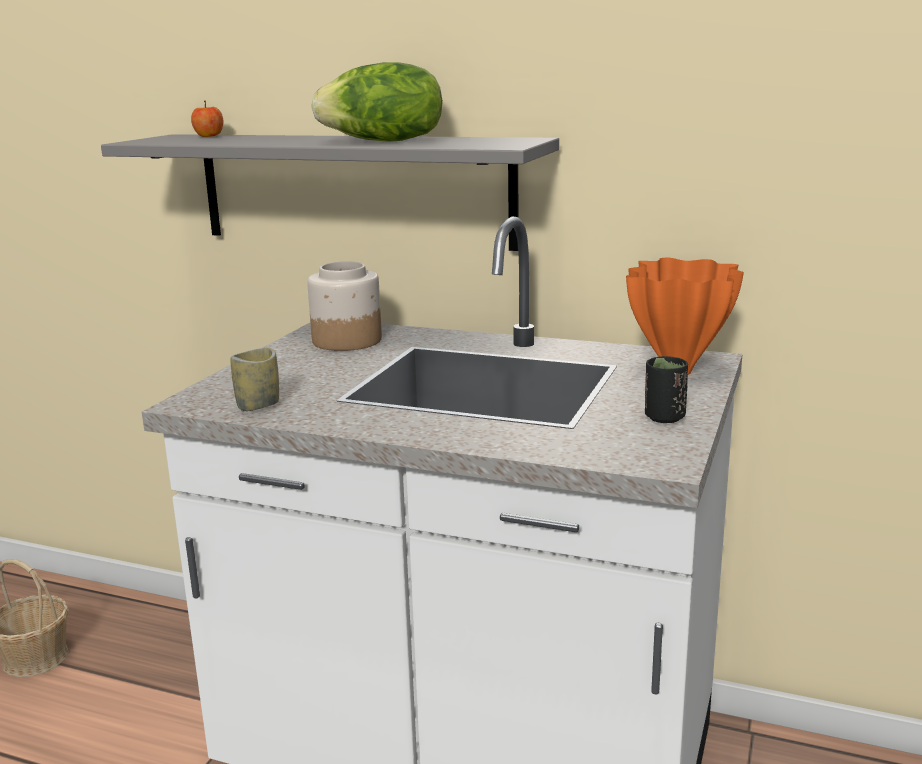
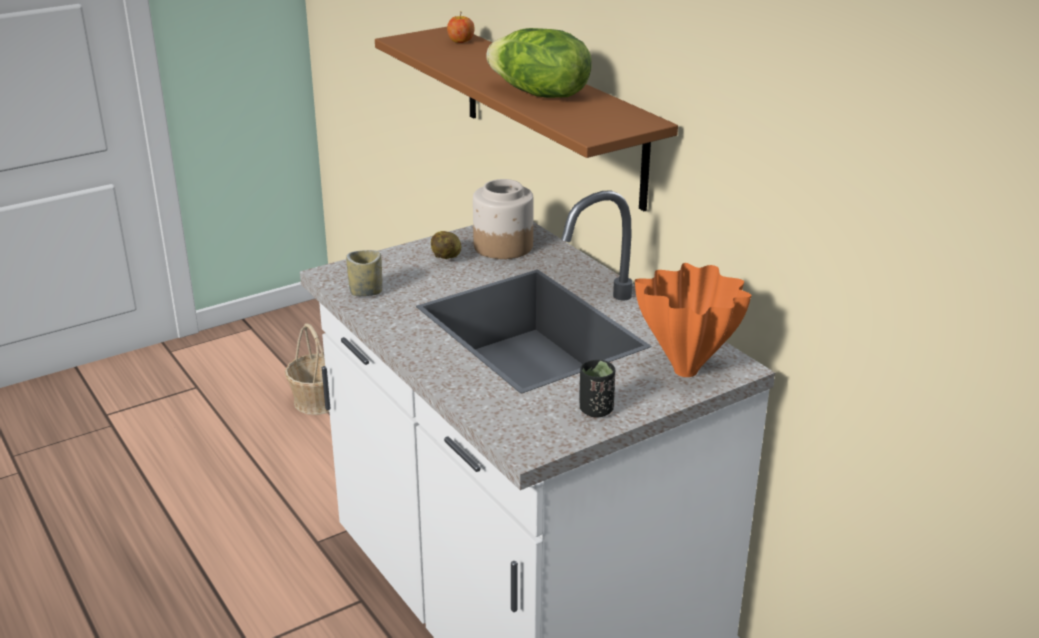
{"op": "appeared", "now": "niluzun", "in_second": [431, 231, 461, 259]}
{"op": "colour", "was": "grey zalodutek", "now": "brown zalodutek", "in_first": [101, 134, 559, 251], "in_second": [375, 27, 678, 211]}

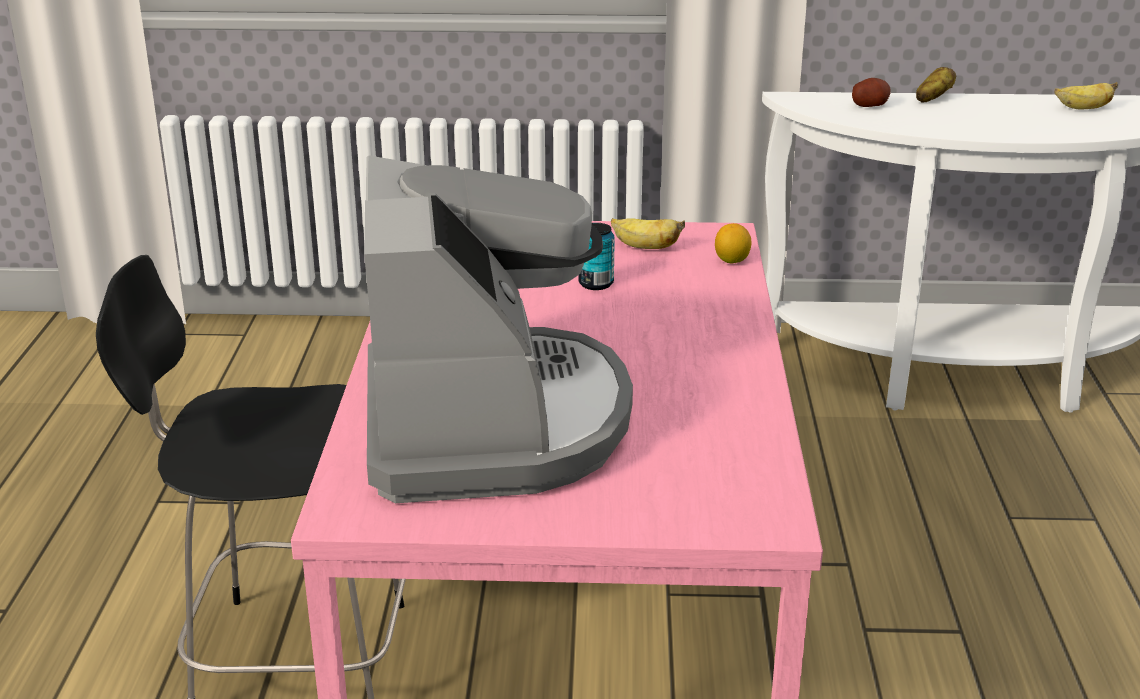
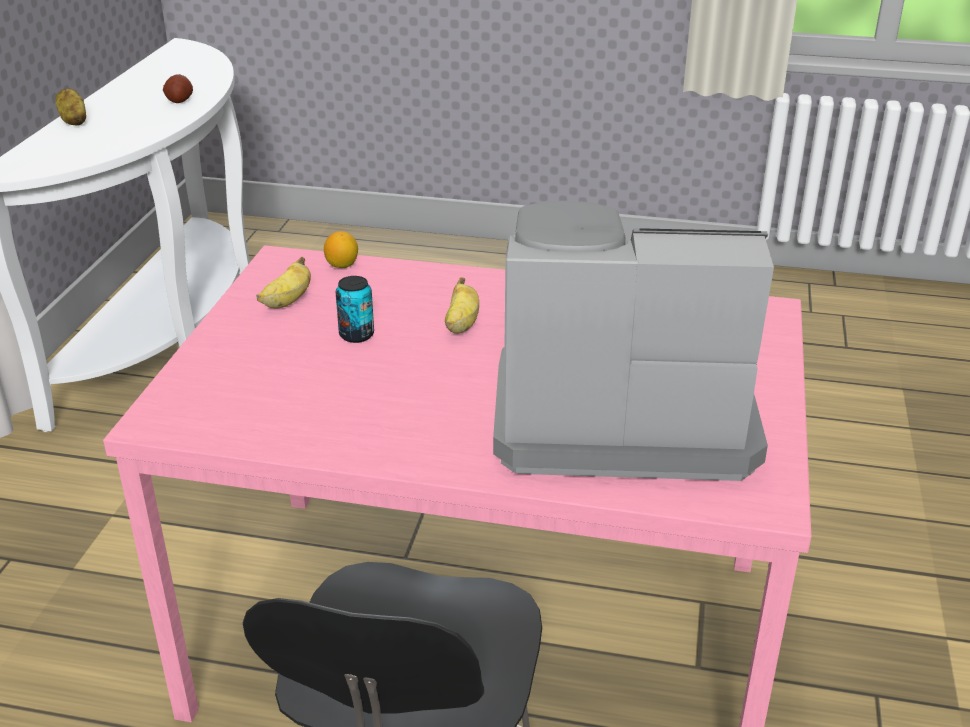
{"op": "relocated", "was": "niluzun", "in_first": [852, 78, 891, 107], "in_second": [163, 74, 193, 103]}
{"op": "relocated", "was": "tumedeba", "in_first": [1054, 82, 1118, 110], "in_second": [445, 277, 479, 334]}

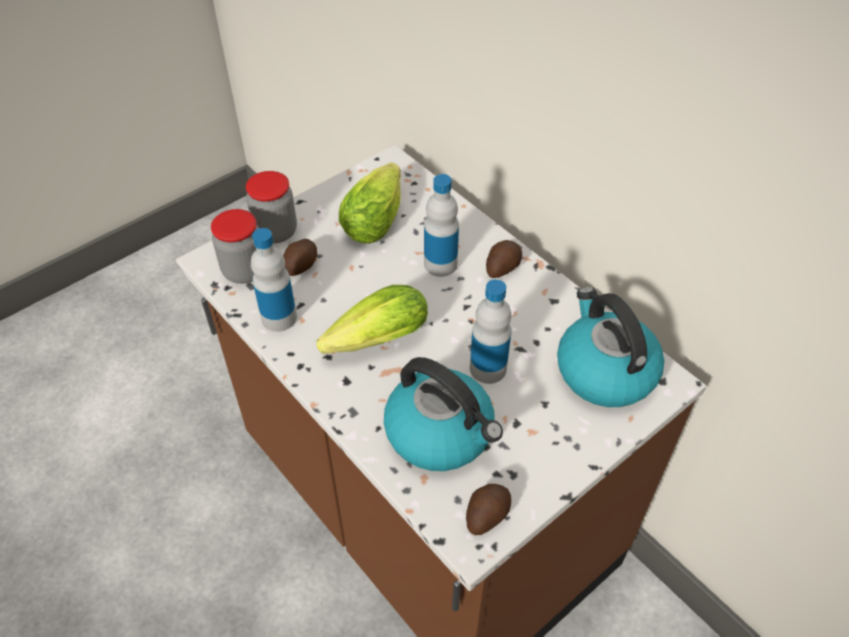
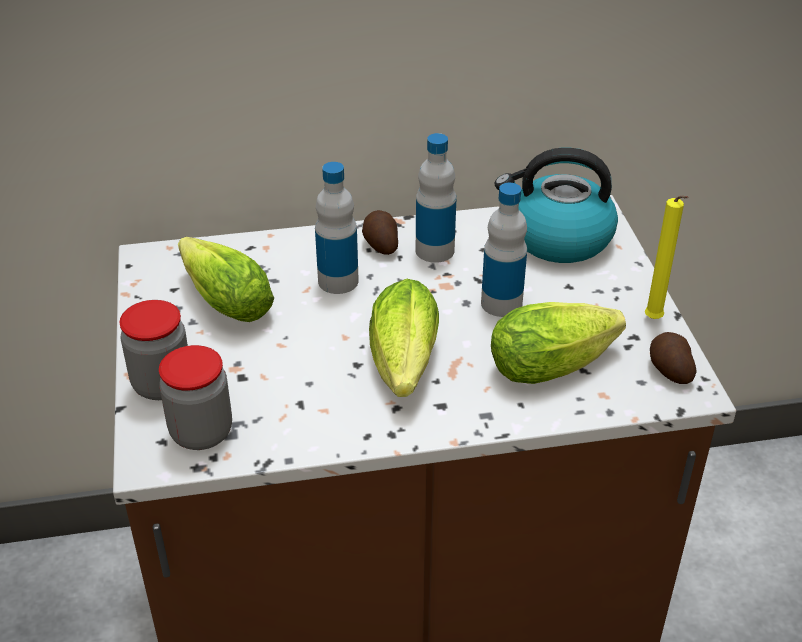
{"op": "missing", "was": "niluzun", "in_first": [283, 239, 317, 276]}
{"op": "appeared", "now": "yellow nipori", "in_second": [645, 195, 689, 319]}
{"op": "relocated", "was": "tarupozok", "in_first": [251, 228, 297, 332], "in_second": [416, 133, 456, 263]}
{"op": "exchanged", "was": "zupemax", "now": "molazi", "in_first": [384, 357, 503, 471], "in_second": [491, 302, 626, 384]}

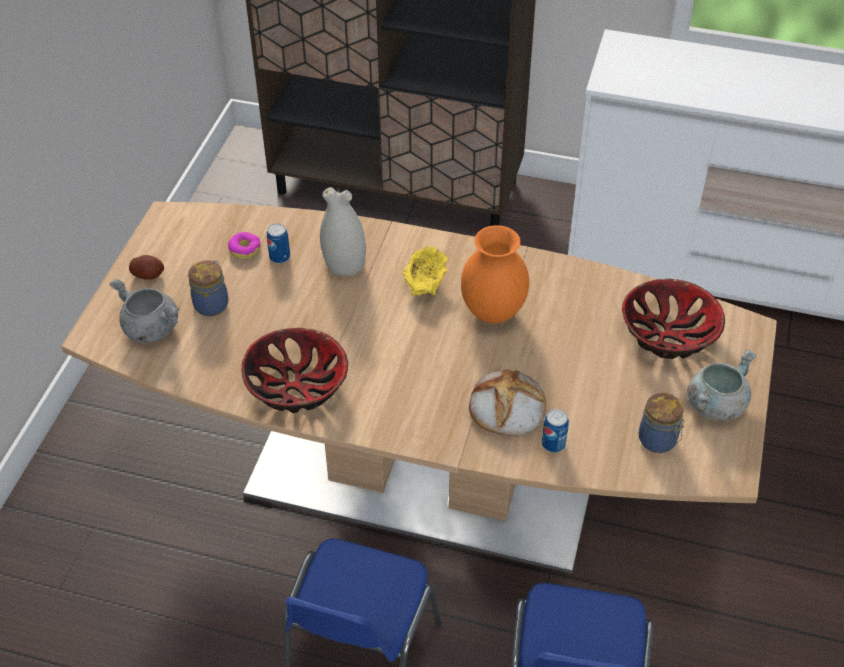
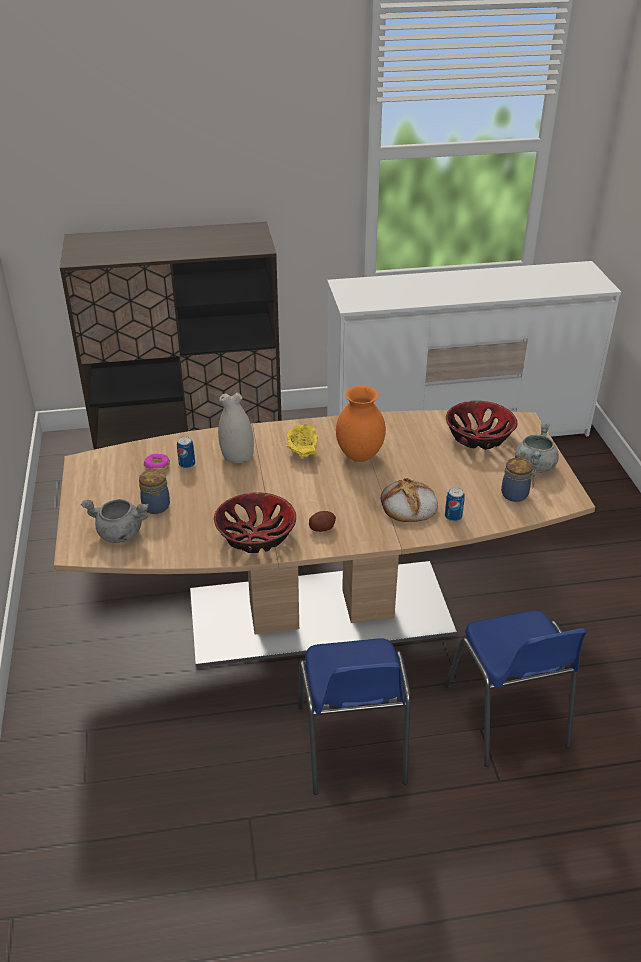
{"op": "relocated", "was": "niluzun", "in_first": [129, 255, 164, 280], "in_second": [309, 511, 336, 532]}

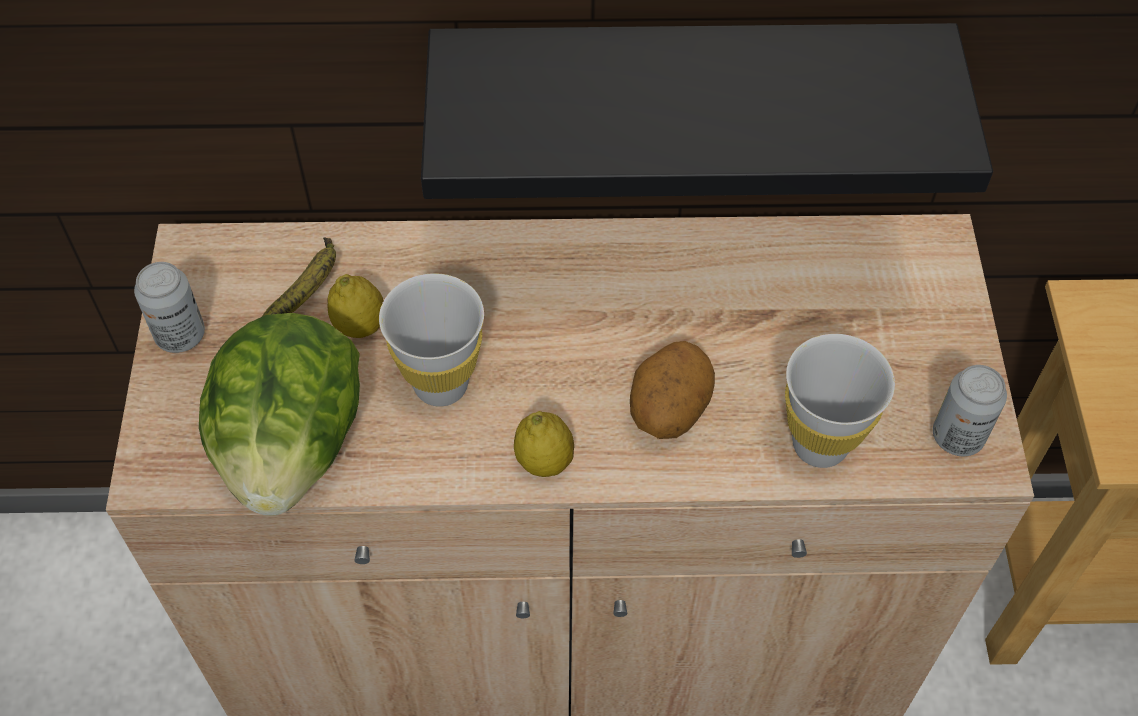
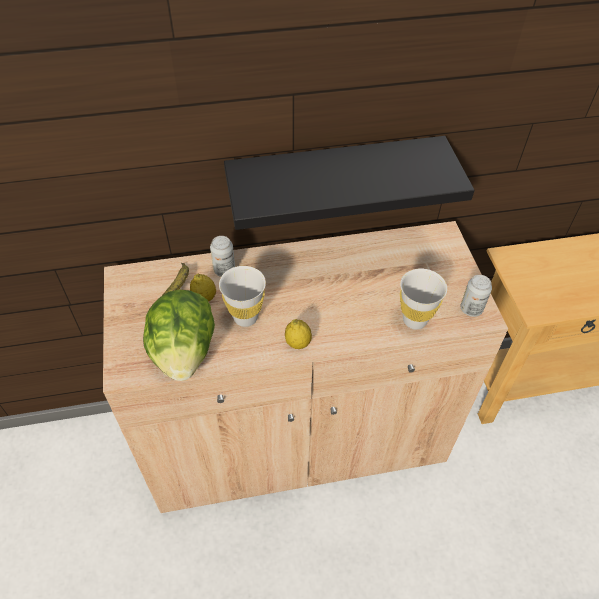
{"op": "missing", "was": "niluzun", "in_first": [630, 341, 715, 439]}
{"op": "relocated", "was": "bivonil", "in_first": [134, 262, 205, 353], "in_second": [210, 236, 235, 277]}

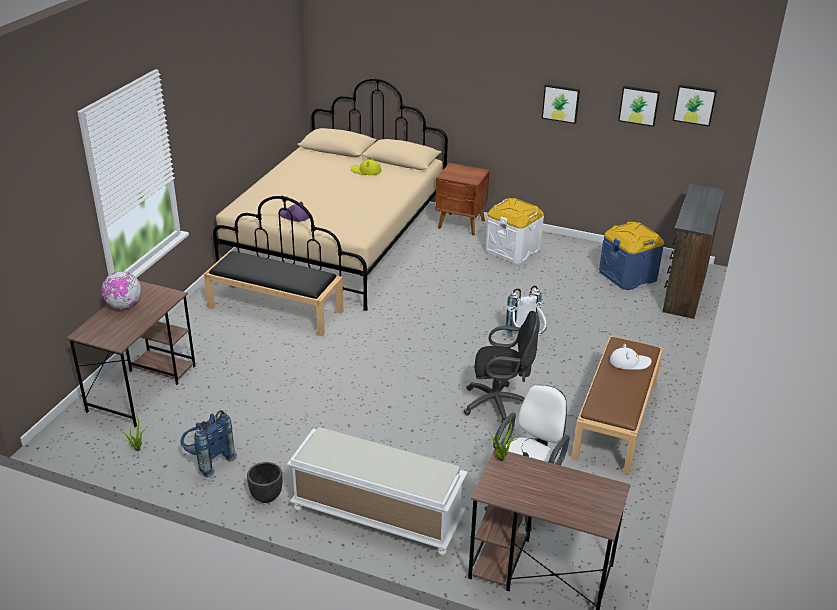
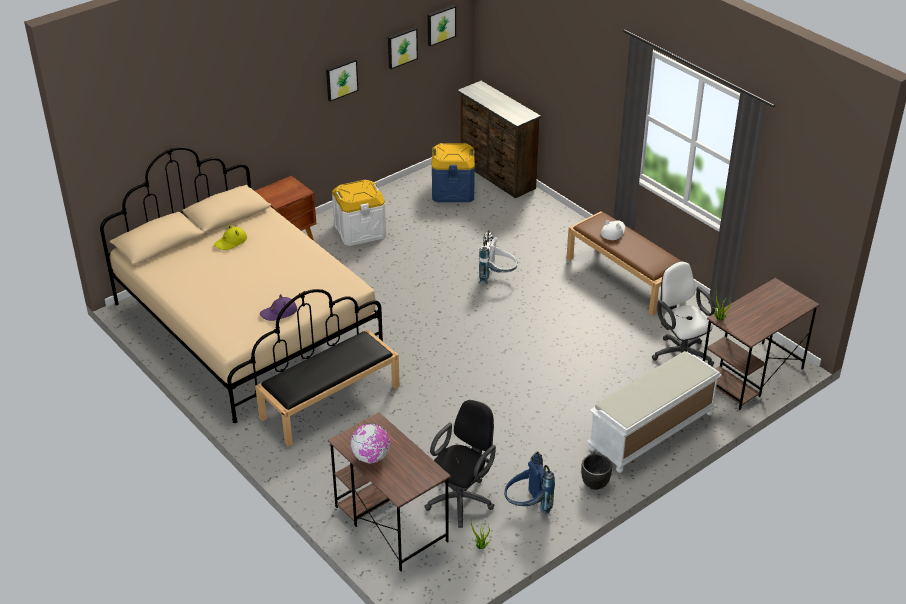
{"op": "relocated", "was": "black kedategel", "in_first": [463, 311, 540, 422], "in_second": [424, 400, 496, 528]}

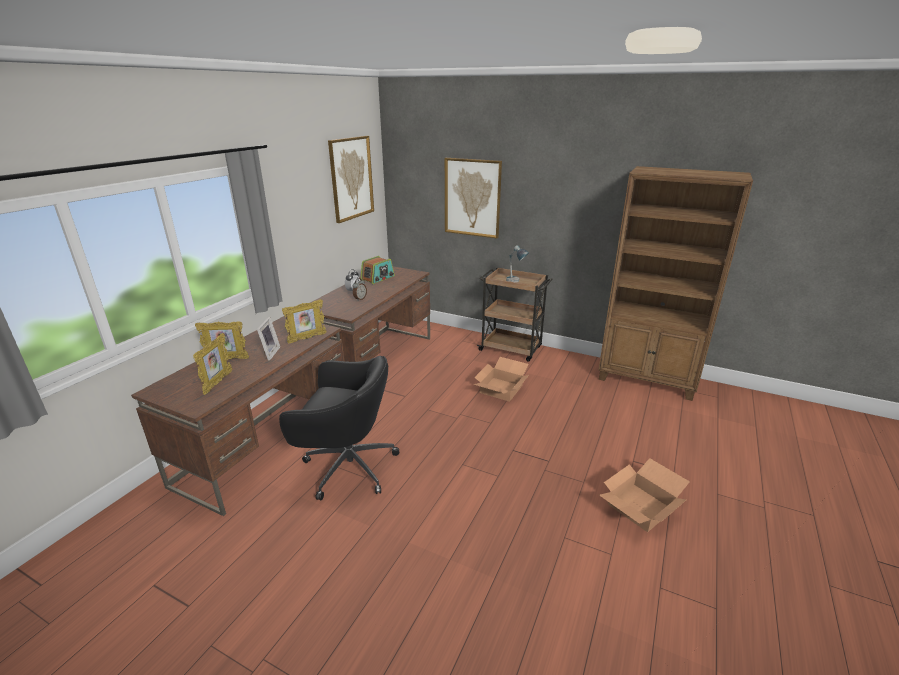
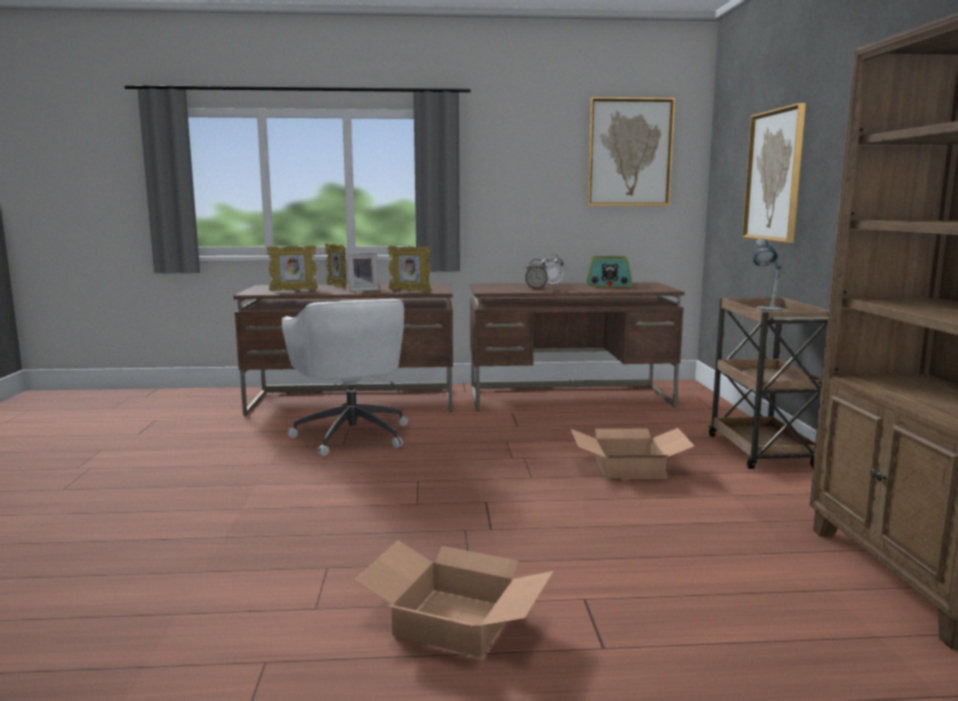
{"op": "colour", "was": "black kedategel", "now": "white kedategel", "in_first": [279, 356, 399, 500], "in_second": [282, 299, 408, 456]}

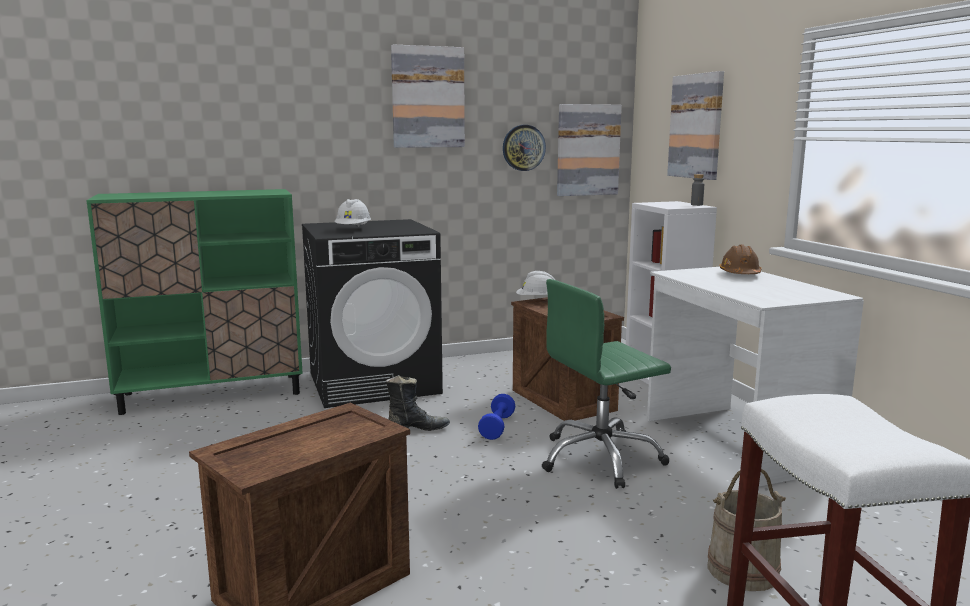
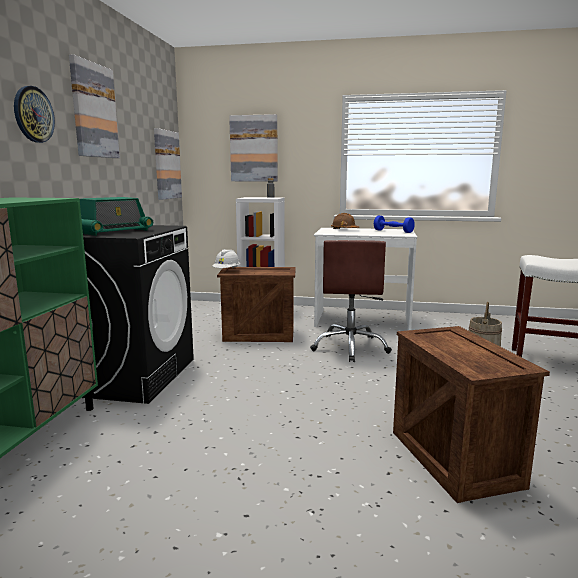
{"op": "missing", "was": "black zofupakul", "in_first": [386, 375, 450, 431]}
{"op": "relocated", "was": "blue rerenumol", "in_first": [478, 394, 515, 440], "in_second": [374, 216, 415, 233]}
{"op": "relocated", "was": "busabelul", "in_first": [503, 125, 546, 171], "in_second": [14, 86, 55, 143]}
{"op": "exchanged", "was": "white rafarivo", "now": "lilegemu", "in_first": [335, 199, 371, 227], "in_second": [80, 197, 153, 236]}
{"op": "colour", "was": "green kedategel", "now": "brown kedategel", "in_first": [542, 279, 671, 489], "in_second": [310, 240, 392, 362]}

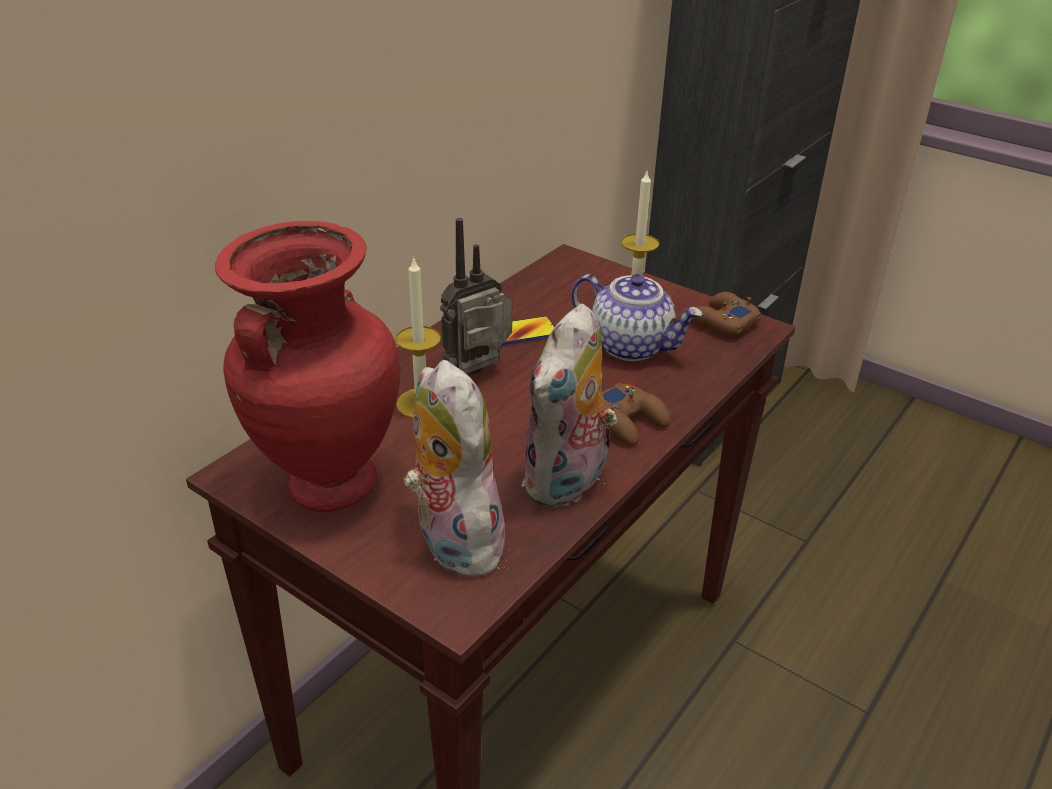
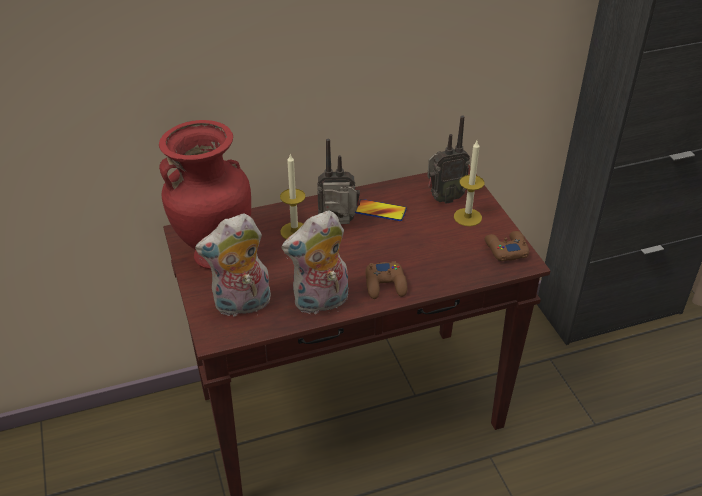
{"op": "missing", "was": "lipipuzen", "in_first": [571, 274, 703, 361]}
{"op": "appeared", "now": "lilegemu", "in_second": [427, 116, 470, 204]}
{"op": "spun", "was": "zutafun", "in_first": [404, 360, 510, 577], "in_second": [195, 213, 271, 317], "clockwise": -120}

